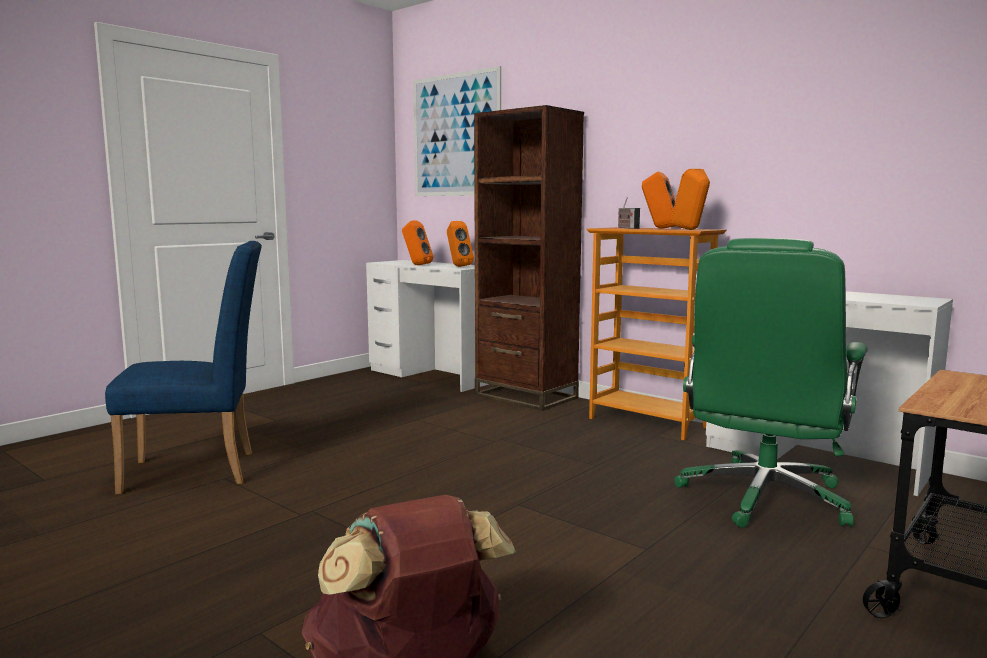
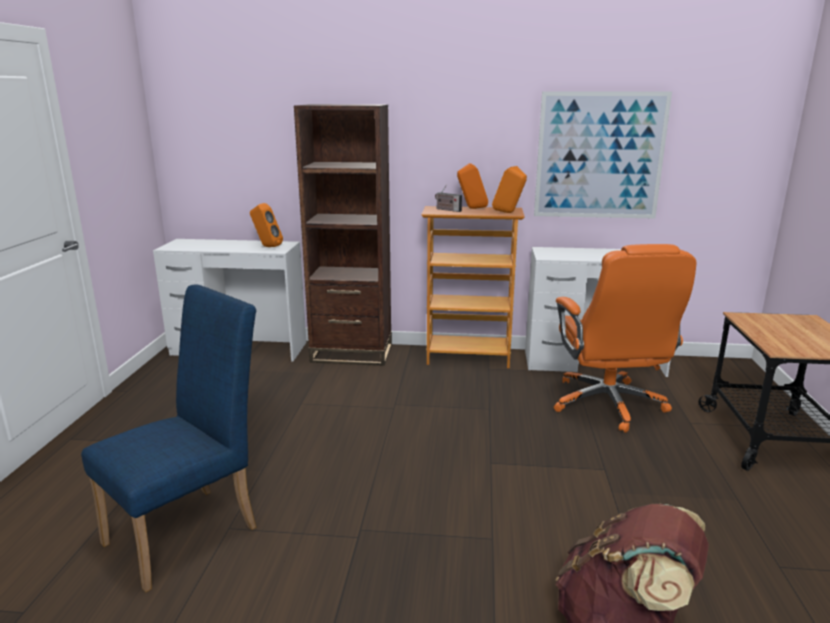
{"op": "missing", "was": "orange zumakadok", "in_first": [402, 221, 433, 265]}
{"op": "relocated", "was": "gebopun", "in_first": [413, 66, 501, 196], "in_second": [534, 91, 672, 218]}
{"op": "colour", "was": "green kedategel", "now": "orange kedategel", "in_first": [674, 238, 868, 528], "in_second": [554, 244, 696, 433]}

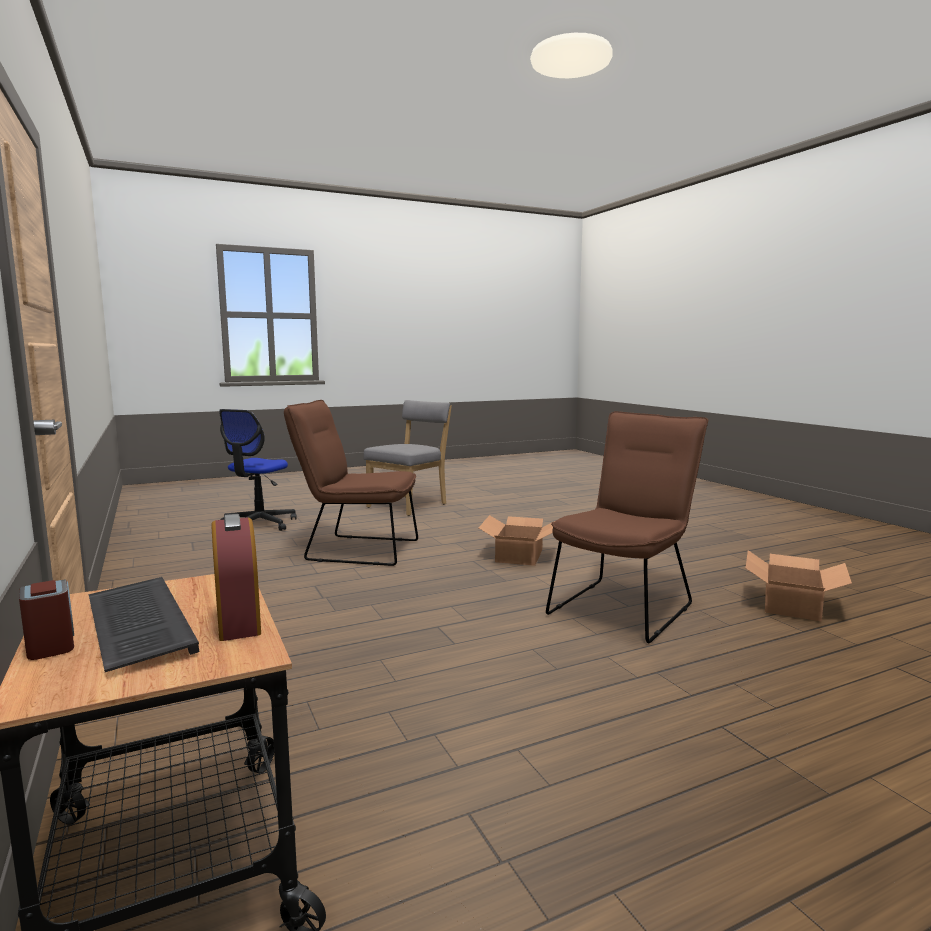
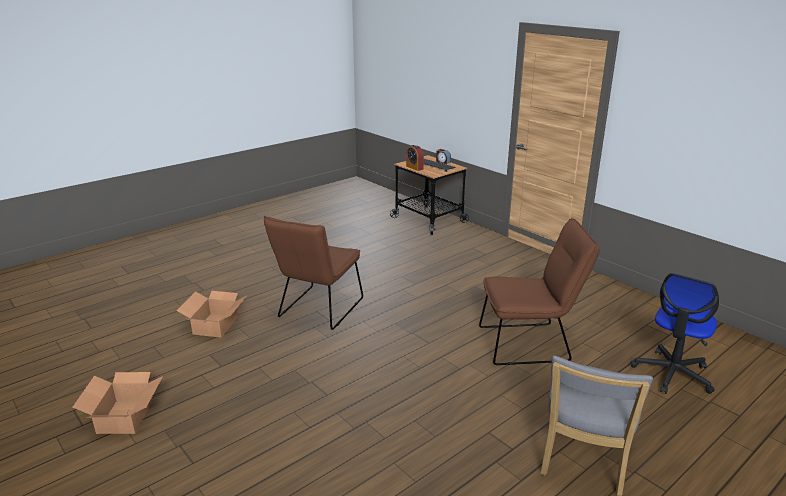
{"op": "relocated", "was": "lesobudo", "in_first": [479, 515, 555, 566], "in_second": [73, 372, 163, 434]}
{"op": "spun", "was": "kedategel", "in_first": [219, 409, 297, 531], "in_second": [630, 273, 719, 394], "clockwise": -150}

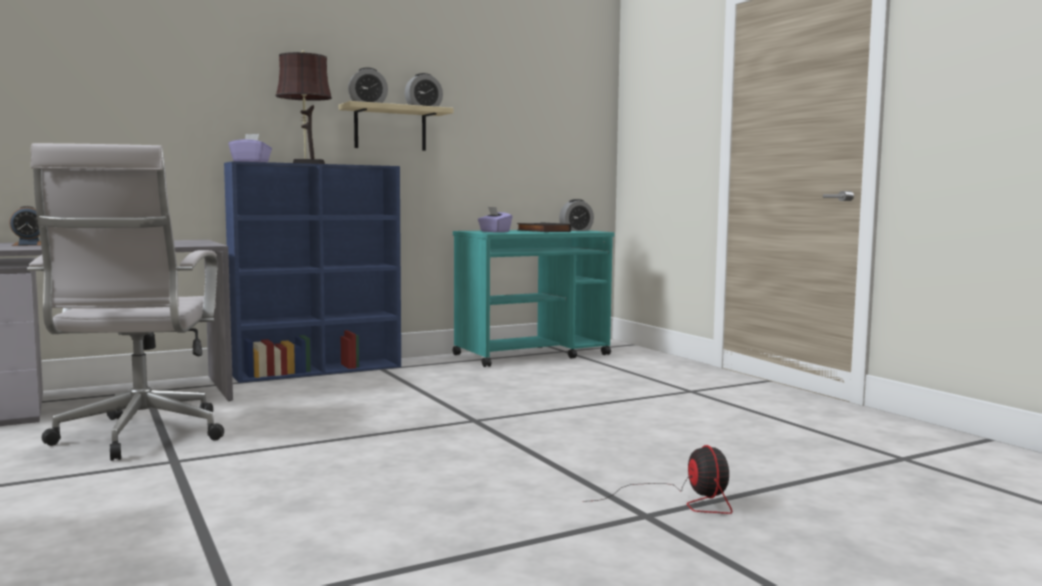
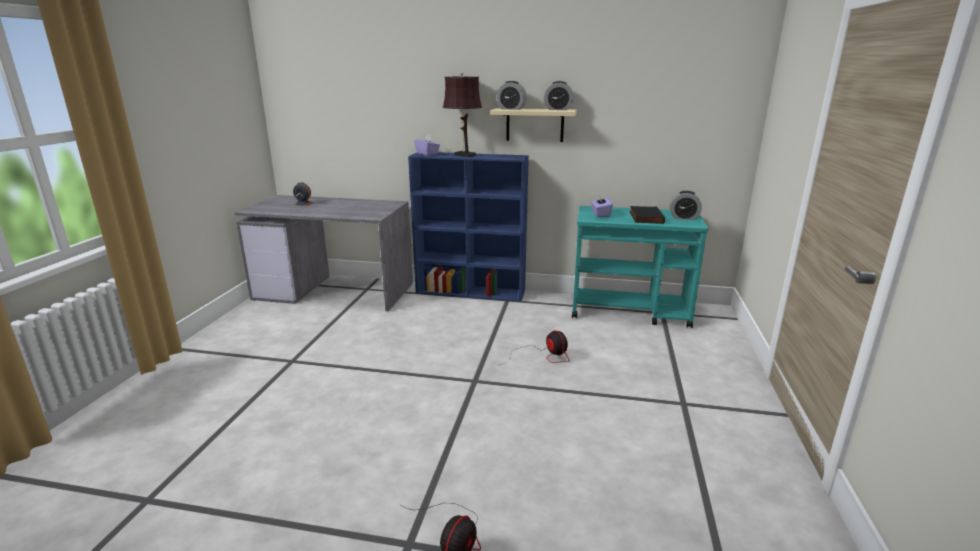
{"op": "missing", "was": "white kedategel", "in_first": [27, 143, 224, 461]}
{"op": "appeared", "now": "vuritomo", "in_second": [500, 330, 570, 365]}

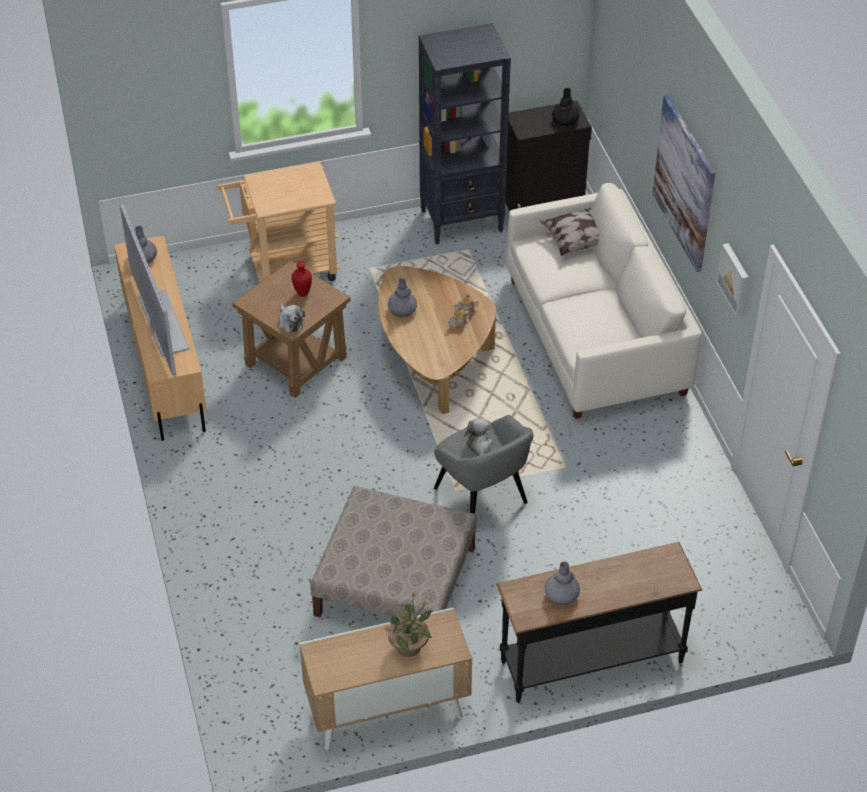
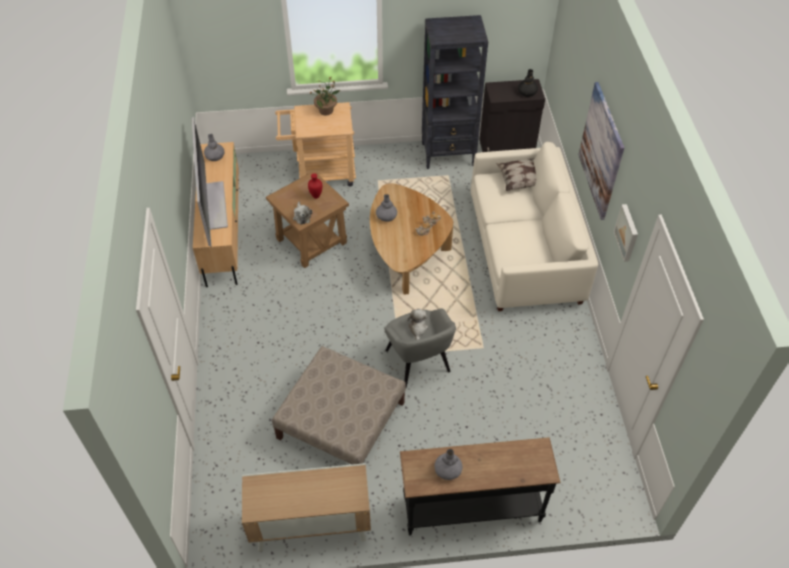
{"op": "relocated", "was": "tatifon", "in_first": [383, 592, 432, 657], "in_second": [309, 78, 341, 116]}

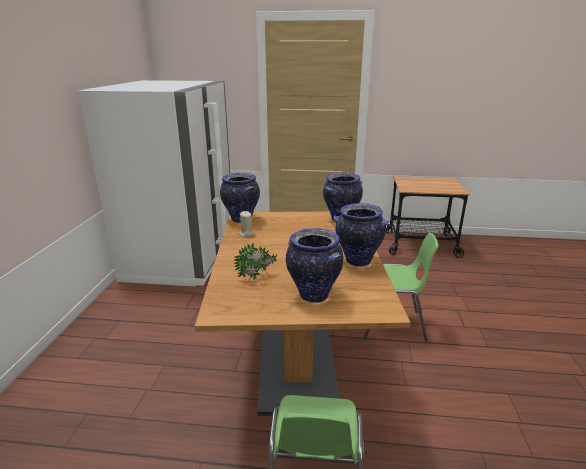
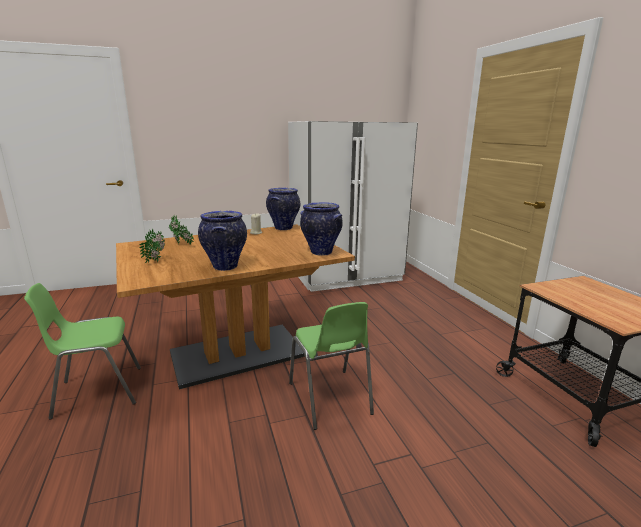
{"op": "exchanged", "was": "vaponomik", "now": "tatifon", "in_first": [286, 228, 344, 303], "in_second": [140, 229, 165, 263]}

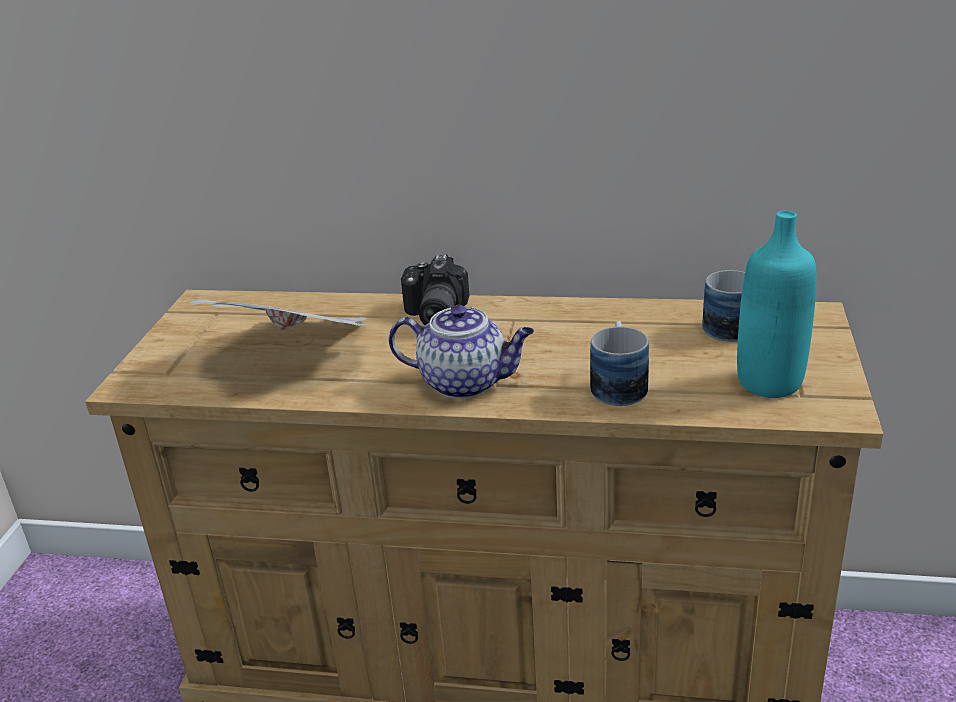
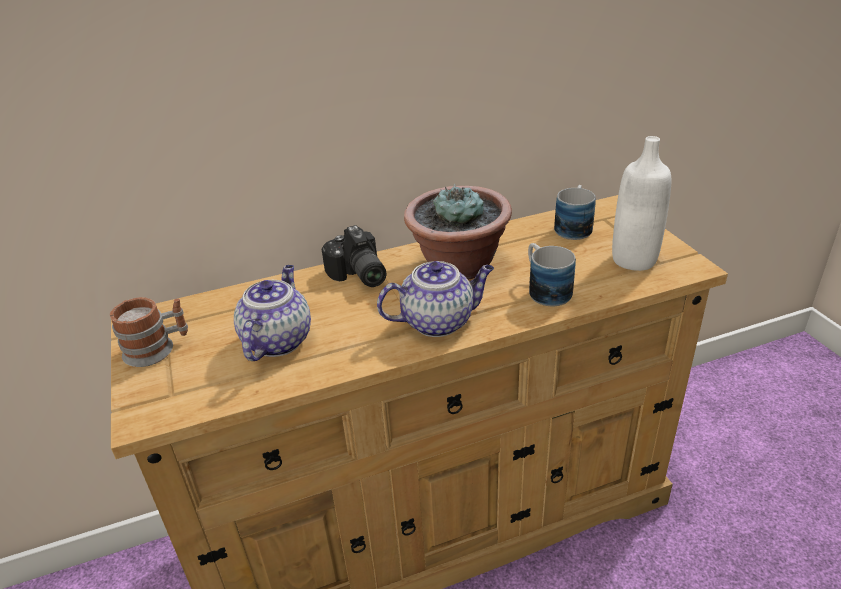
{"op": "appeared", "now": "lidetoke", "in_second": [110, 297, 188, 367]}
{"op": "appeared", "now": "tatifon", "in_second": [404, 184, 512, 280]}
{"op": "exchanged", "was": "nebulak", "now": "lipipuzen", "in_first": [189, 300, 368, 330], "in_second": [234, 265, 311, 361]}
{"op": "colour", "was": "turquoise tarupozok", "now": "white tarupozok", "in_first": [737, 210, 817, 398], "in_second": [612, 136, 671, 271]}

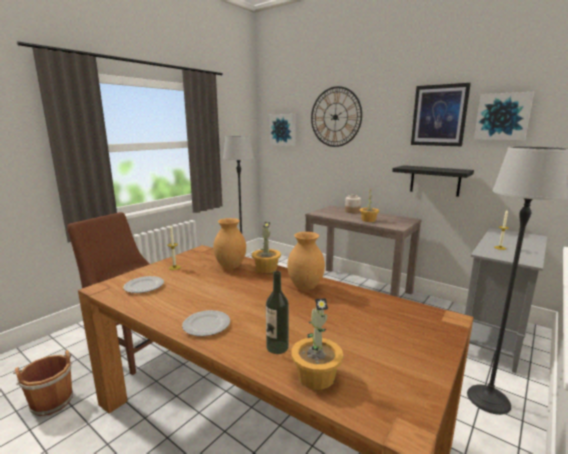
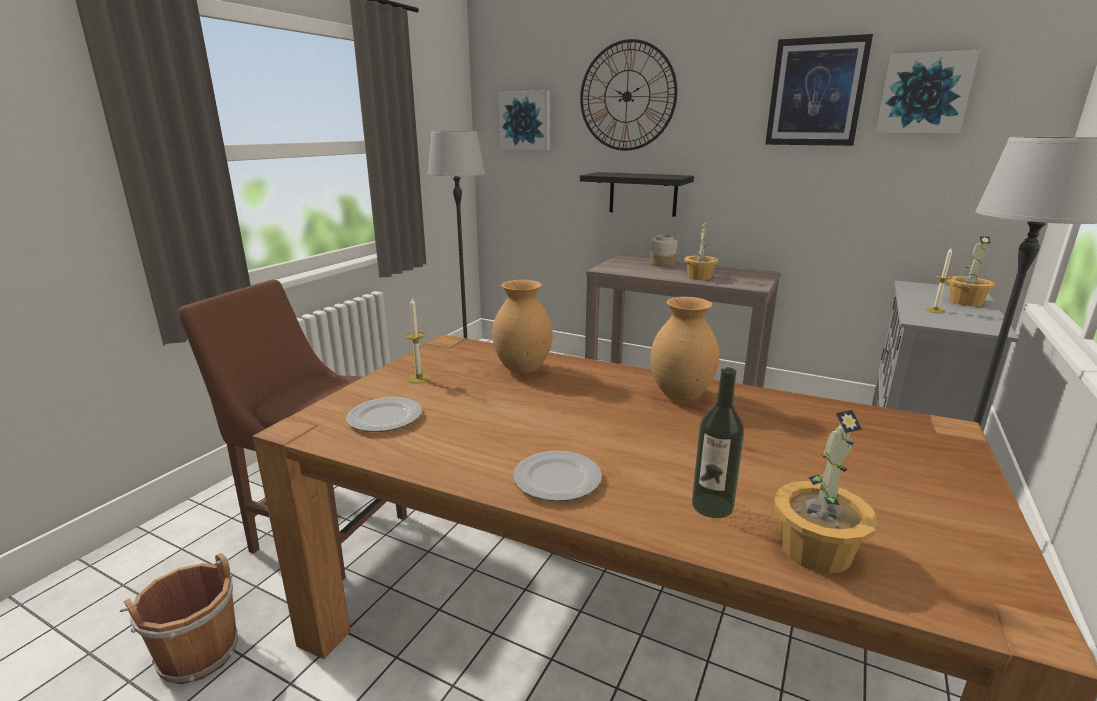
{"op": "relocated", "was": "tatifon", "in_first": [252, 222, 281, 273], "in_second": [947, 236, 996, 306]}
{"op": "relocated", "was": "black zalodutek", "in_first": [392, 165, 474, 197], "in_second": [580, 172, 694, 217]}

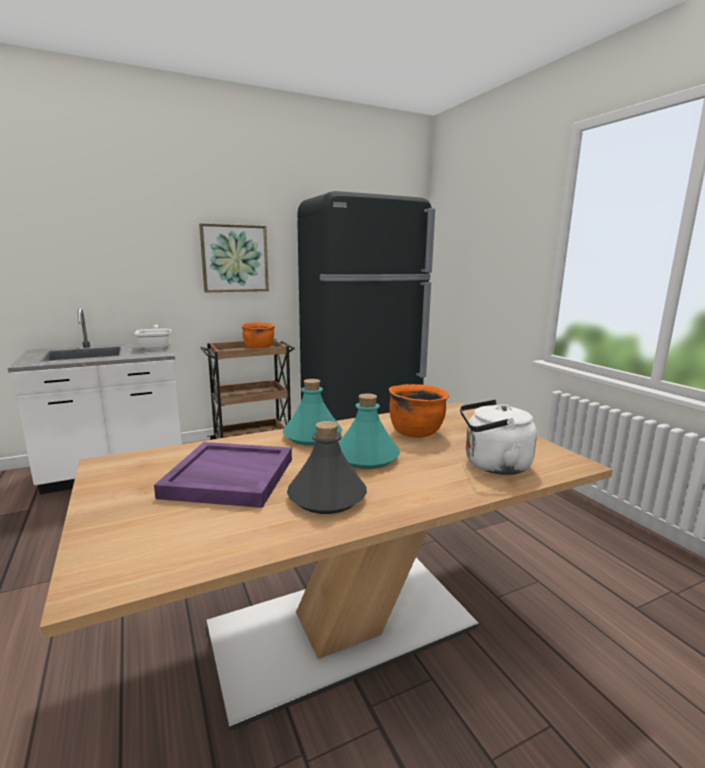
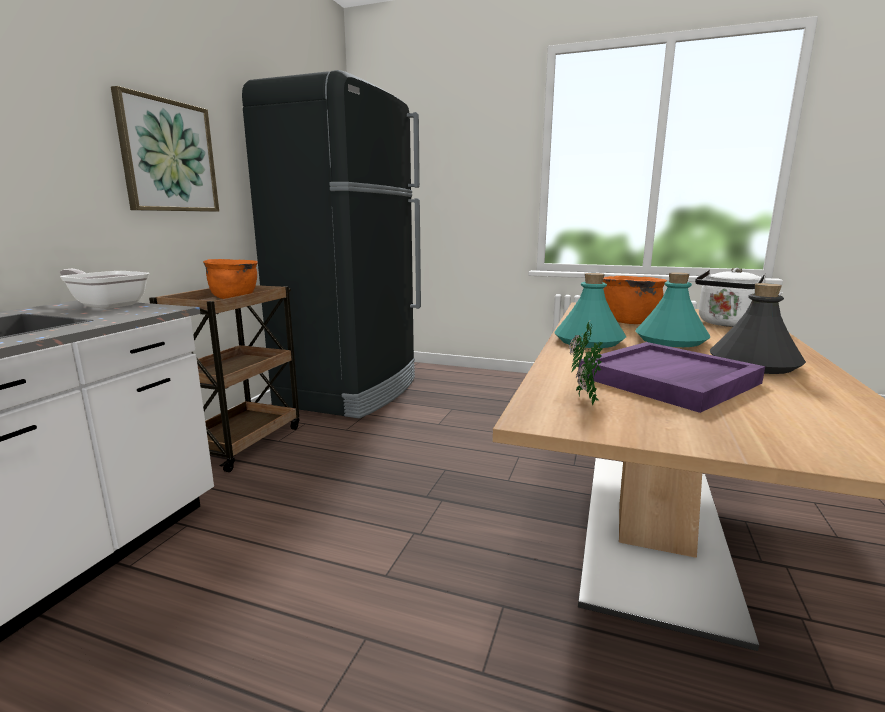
{"op": "appeared", "now": "tatifon", "in_second": [569, 322, 602, 405]}

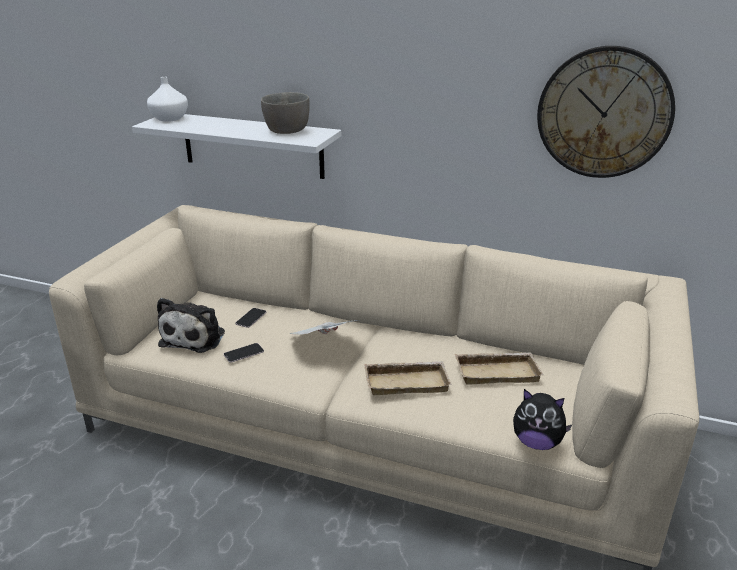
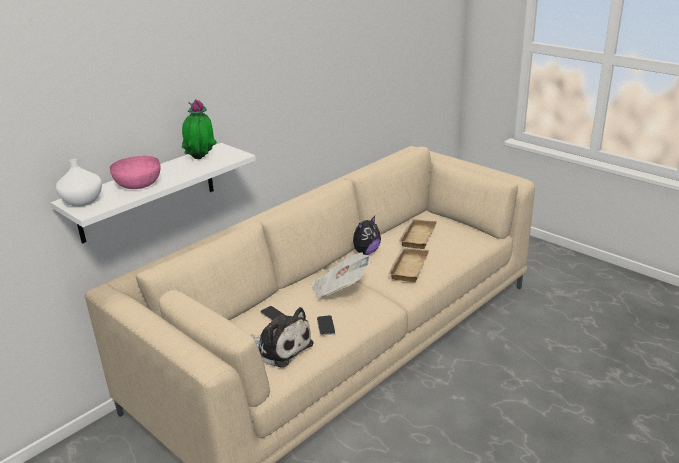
{"op": "missing", "was": "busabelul", "in_first": [537, 46, 675, 178]}
{"op": "appeared", "now": "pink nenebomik", "in_second": [110, 156, 161, 189]}
{"op": "relocated", "was": "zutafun", "in_first": [513, 389, 572, 450], "in_second": [353, 216, 381, 255]}
{"op": "exchanged", "was": "grey nenebomik", "now": "tatifon", "in_first": [261, 92, 310, 134], "in_second": [182, 99, 217, 159]}

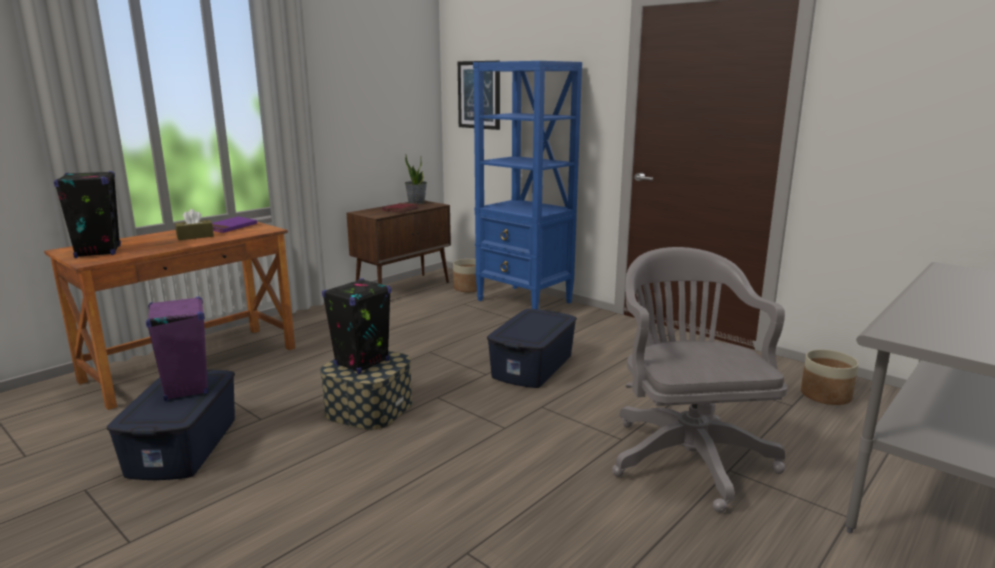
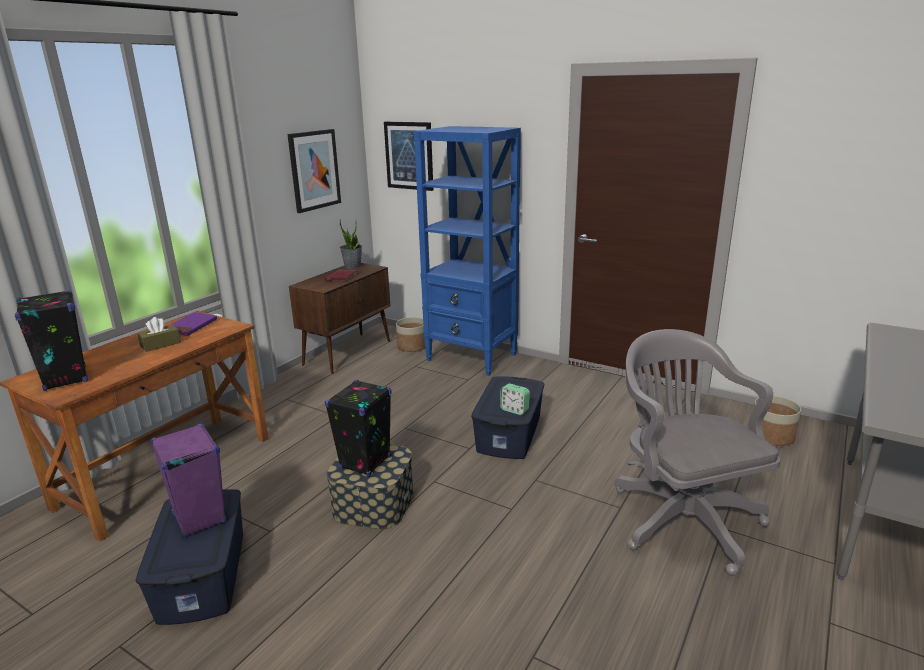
{"op": "appeared", "now": "gebopun", "in_second": [287, 129, 341, 213]}
{"op": "appeared", "now": "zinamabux", "in_second": [500, 383, 530, 415]}

